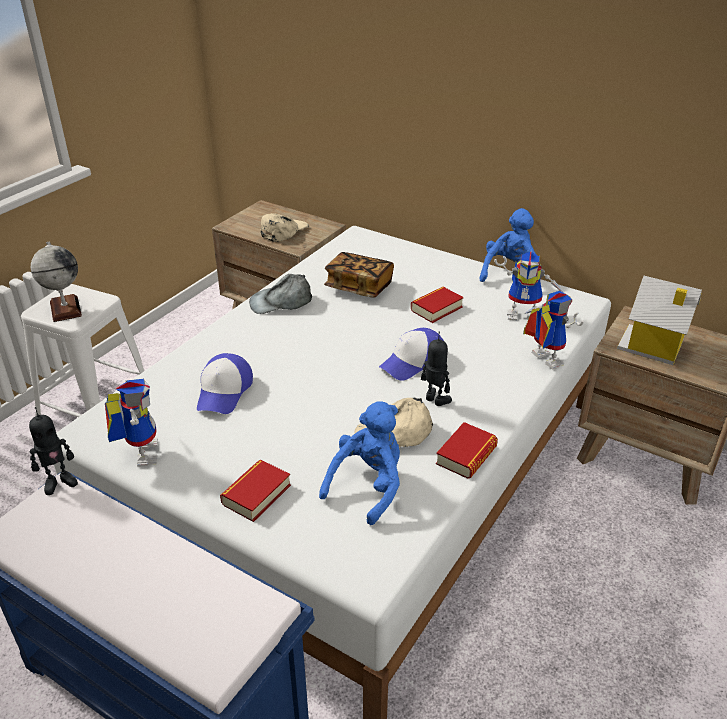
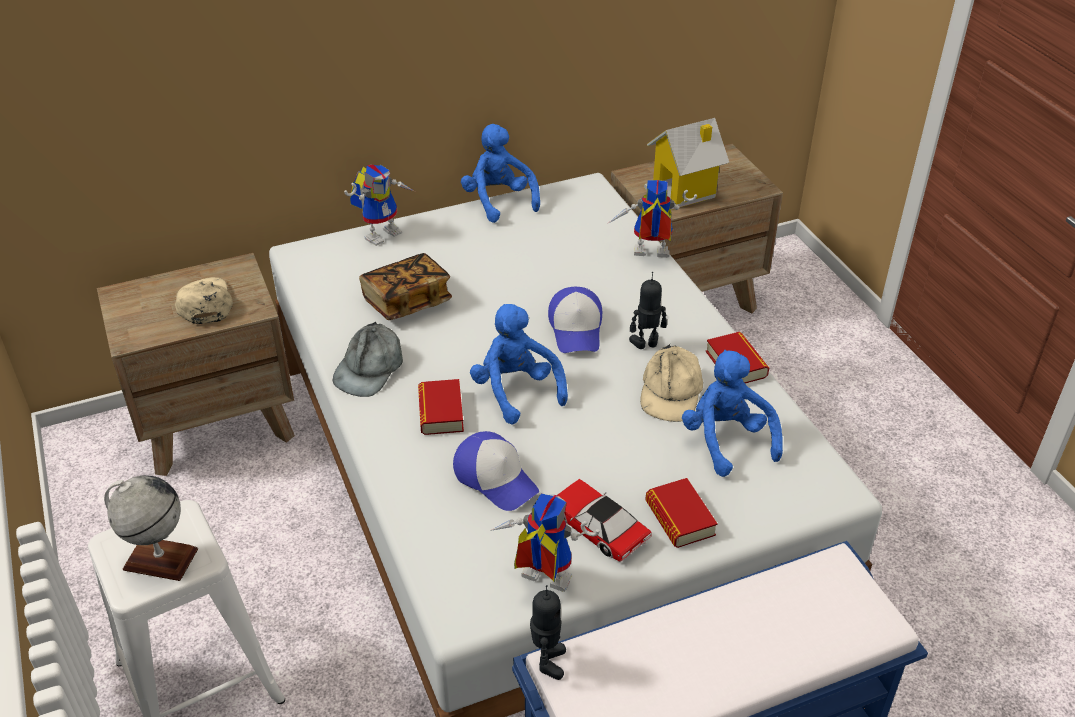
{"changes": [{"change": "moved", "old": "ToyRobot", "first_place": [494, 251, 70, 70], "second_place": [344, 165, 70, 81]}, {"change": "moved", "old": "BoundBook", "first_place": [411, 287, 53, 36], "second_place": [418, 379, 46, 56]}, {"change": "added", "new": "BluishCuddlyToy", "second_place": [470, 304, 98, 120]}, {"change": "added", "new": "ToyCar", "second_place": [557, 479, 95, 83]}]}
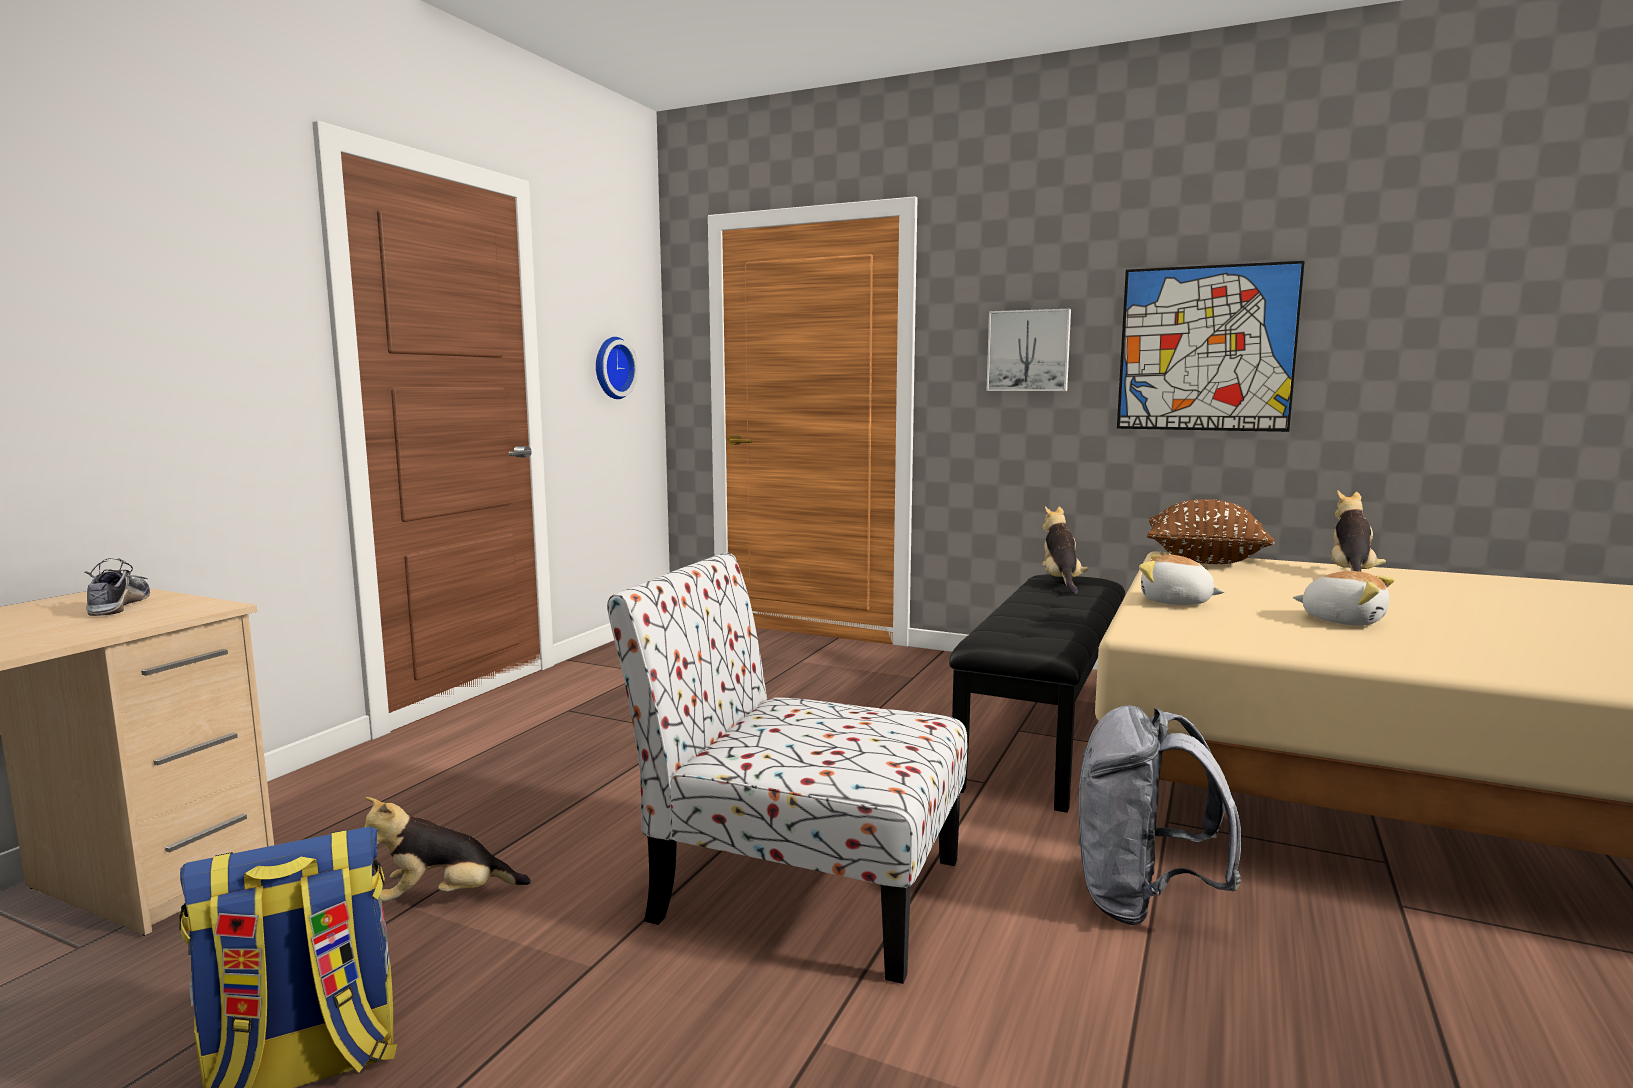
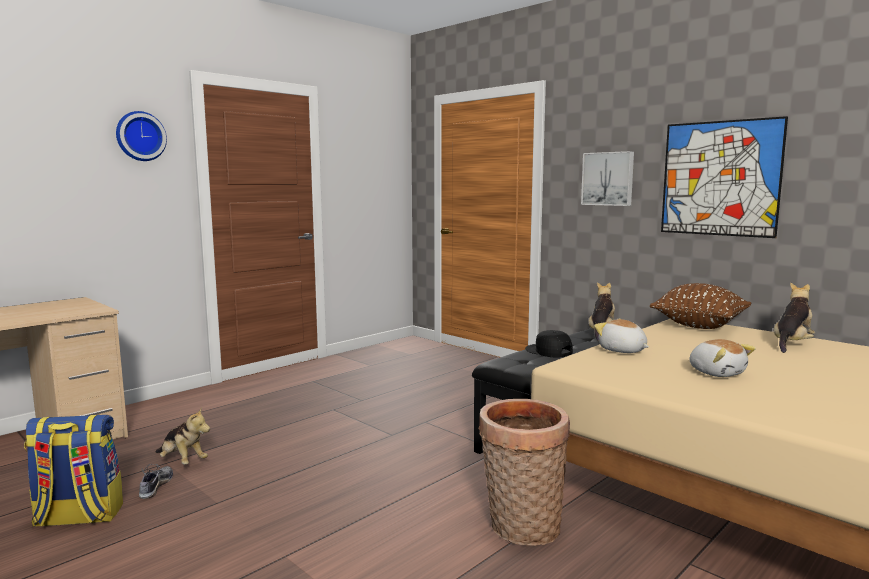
{"changes": [{"change": "moved", "old": "ClockOnTheWall", "first_place": [596, 337, 42, 62], "second_place": [116, 111, 51, 50]}, {"change": "moved", "old": "ItemOfFootwear", "first_place": [85, 558, 65, 58], "second_place": [139, 464, 34, 35]}, {"change": "turned", "old": "CuddlyToy", "first_place": [365, 797, 166, 105], "second_place": [155, 407, 55, 57], "degrees": -150}, {"change": "replaced", "old": "GreyRucksack", "new": "HouseholdBasket", "first_place": [1078, 705, 163, 220], "second_place": [479, 399, 91, 147]}, {"change": "added", "new": "BlackishPeakedCap", "second_place": [525, 330, 48, 28]}, {"change": "removed", "old": "PlainChair", "first_place": [607, 552, 361, 432]}]}
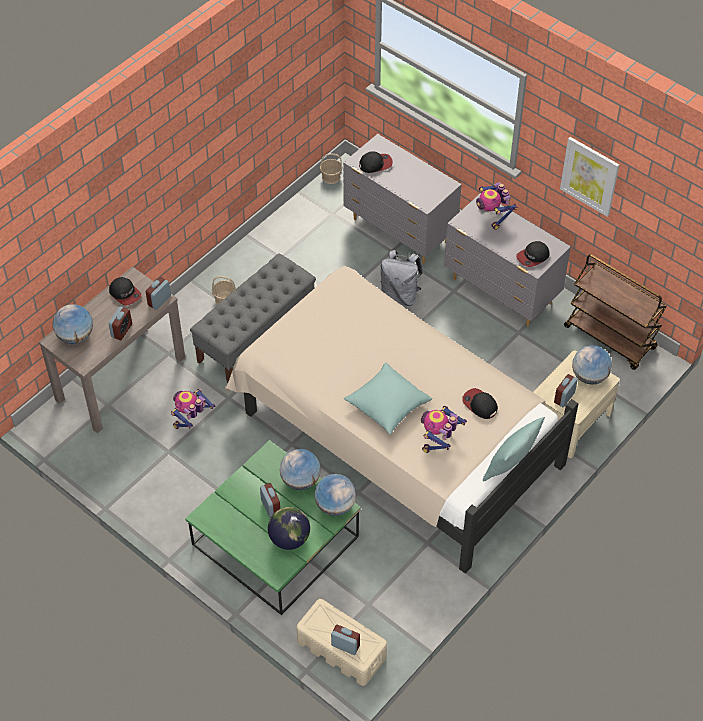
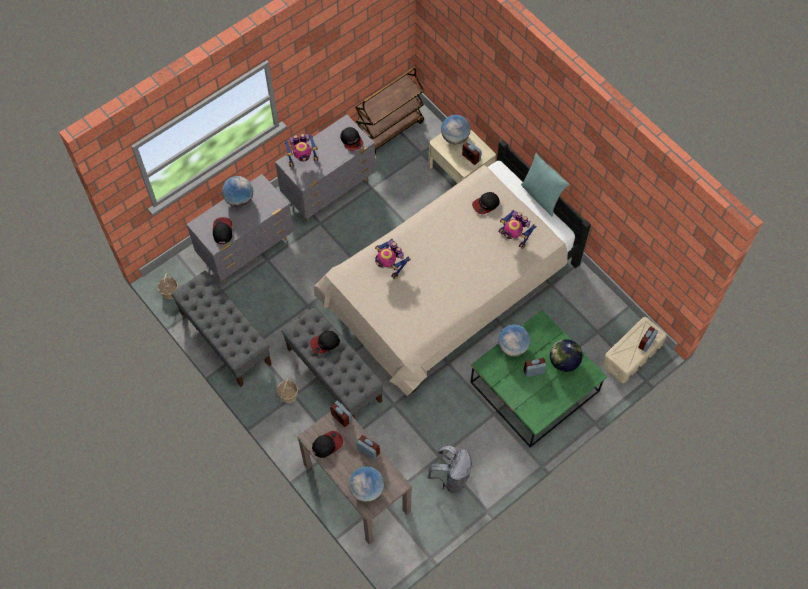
{"changes": [{"change": "added", "new": "GreyBench", "second_place": [171, 271, 101, 116]}, {"change": "moved", "old": "Globe", "first_place": [314, 474, 42, 42], "second_place": [222, 176, 31, 31]}, {"change": "added", "new": "PeakedCap", "second_place": [310, 331, 30, 23]}, {"change": "moved", "old": "ToyRobot", "first_place": [171, 389, 44, 40], "second_place": [375, 239, 36, 40]}, {"change": "moved", "old": "GreyRucksack", "first_place": [380, 250, 43, 56], "second_place": [427, 446, 45, 47]}, {"change": "removed", "old": "BlueGreenThrowPillow", "first_place": [344, 363, 88, 71]}, {"change": "removed", "old": "WallArt", "first_place": [560, 137, 59, 80]}]}
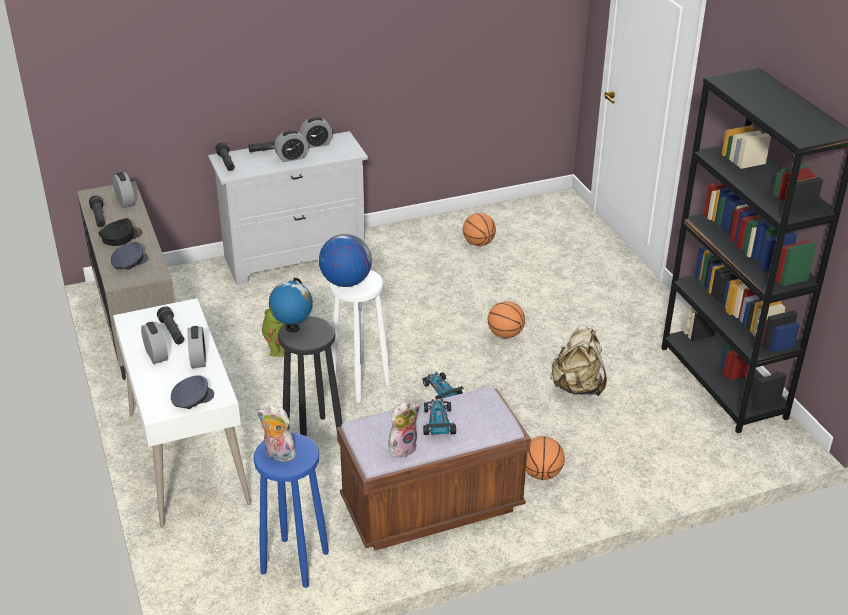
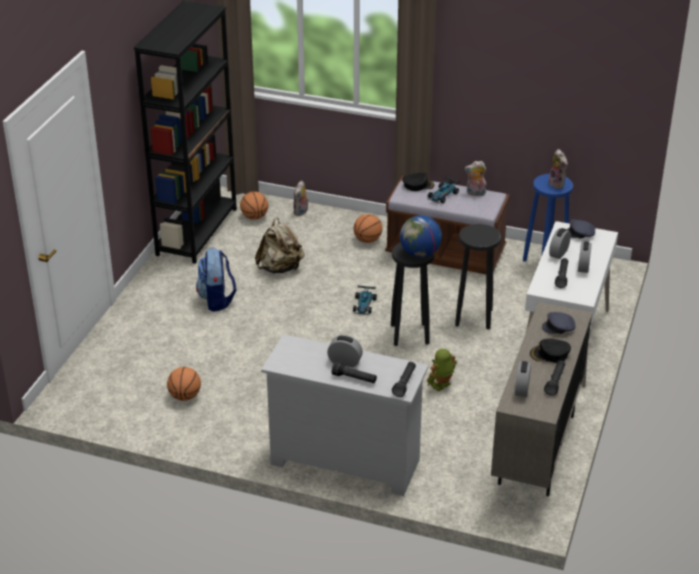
{"changes": [{"change": "added", "new": "Rucksack", "second_place": [196, 248, 40, 64]}, {"change": "moved", "old": "Basketball", "first_place": [488, 301, 37, 37], "second_place": [240, 191, 28, 29]}, {"change": "added", "new": "CuddlyToy", "second_place": [293, 180, 16, 36]}, {"change": "recoloured", "old": "WhiteColouredStoolSeat", "new": "BlackishStoolSeat", "first_place": [329, 270, 61, 133], "second_place": [391, 242, 44, 104]}, {"change": "added", "new": "BlackishPeakedCap", "second_place": [402, 173, 32, 18]}, {"change": "removed", "old": "Globe", "first_place": [269, 278, 44, 55]}, {"change": "removed", "old": "AlarmClock", "first_place": [299, 117, 34, 31]}]}
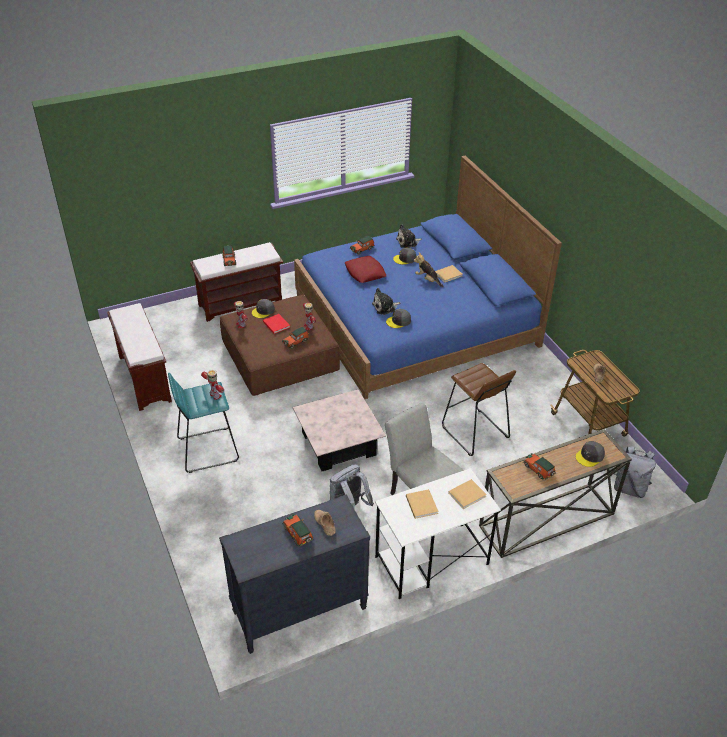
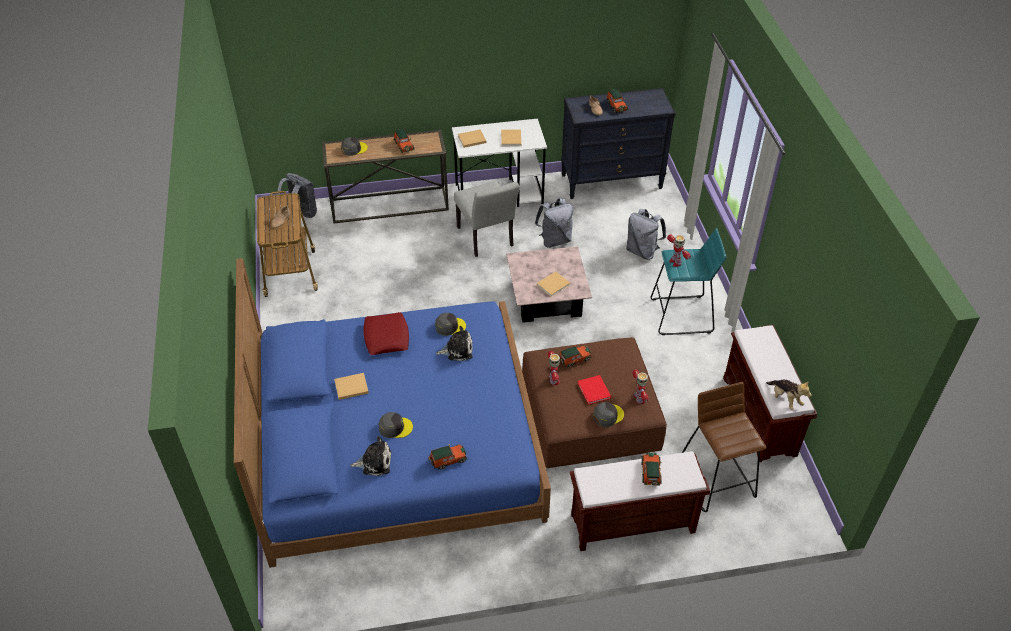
{"changes": [{"change": "moved", "old": "ReddishThrowPillow", "first_place": [345, 256, 42, 27], "second_place": [363, 312, 46, 43]}, {"change": "added", "new": "SandColouredBoundBook", "second_place": [537, 272, 33, 25]}, {"change": "added", "new": "GreyRucksack", "second_place": [626, 209, 40, 51]}, {"change": "moved", "old": "BrownColouredStoolSeat", "first_place": [442, 363, 74, 93], "second_place": [682, 382, 84, 130]}, {"change": "moved", "old": "CuddlyToy", "first_place": [414, 252, 30, 35], "second_place": [766, 380, 46, 30]}]}
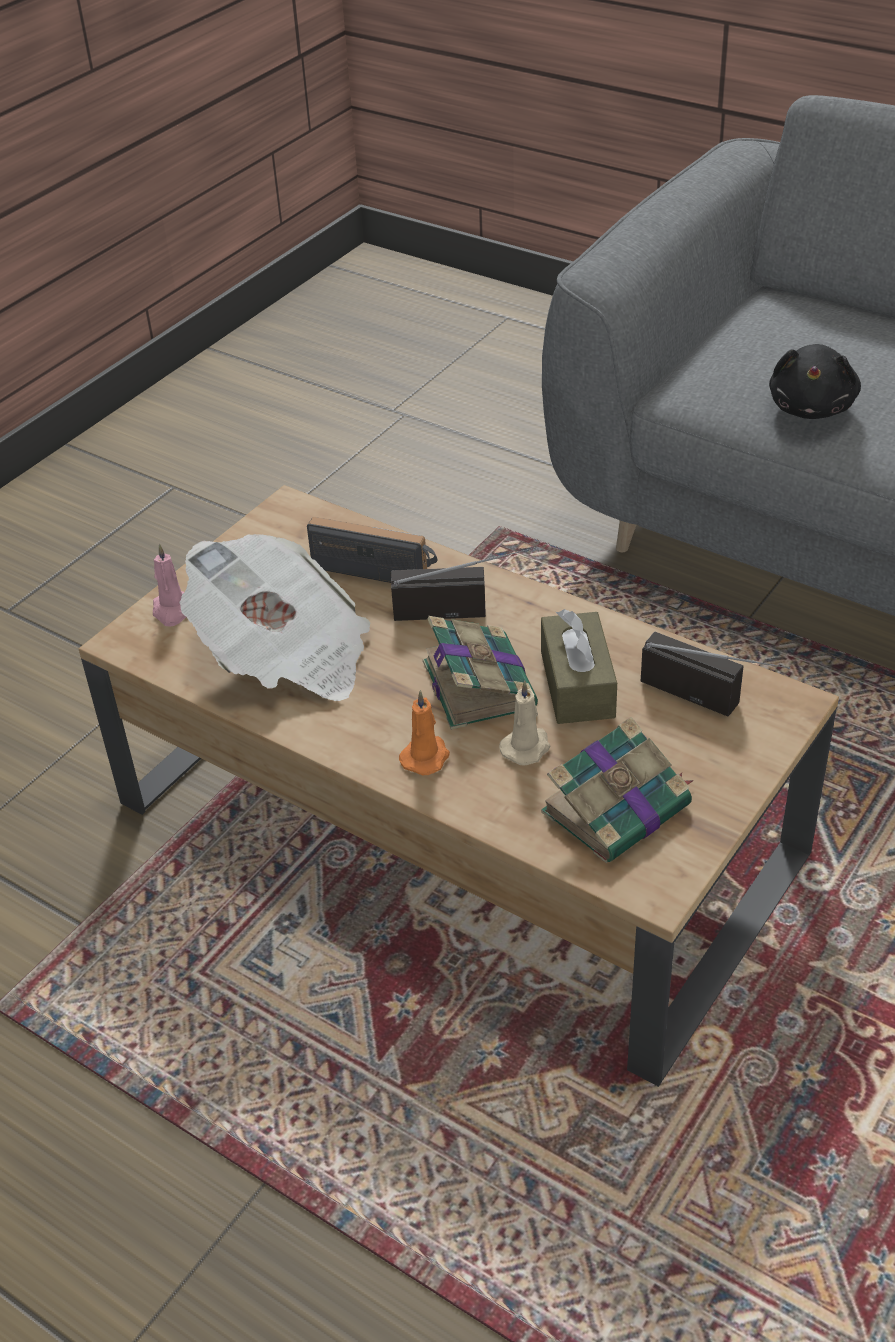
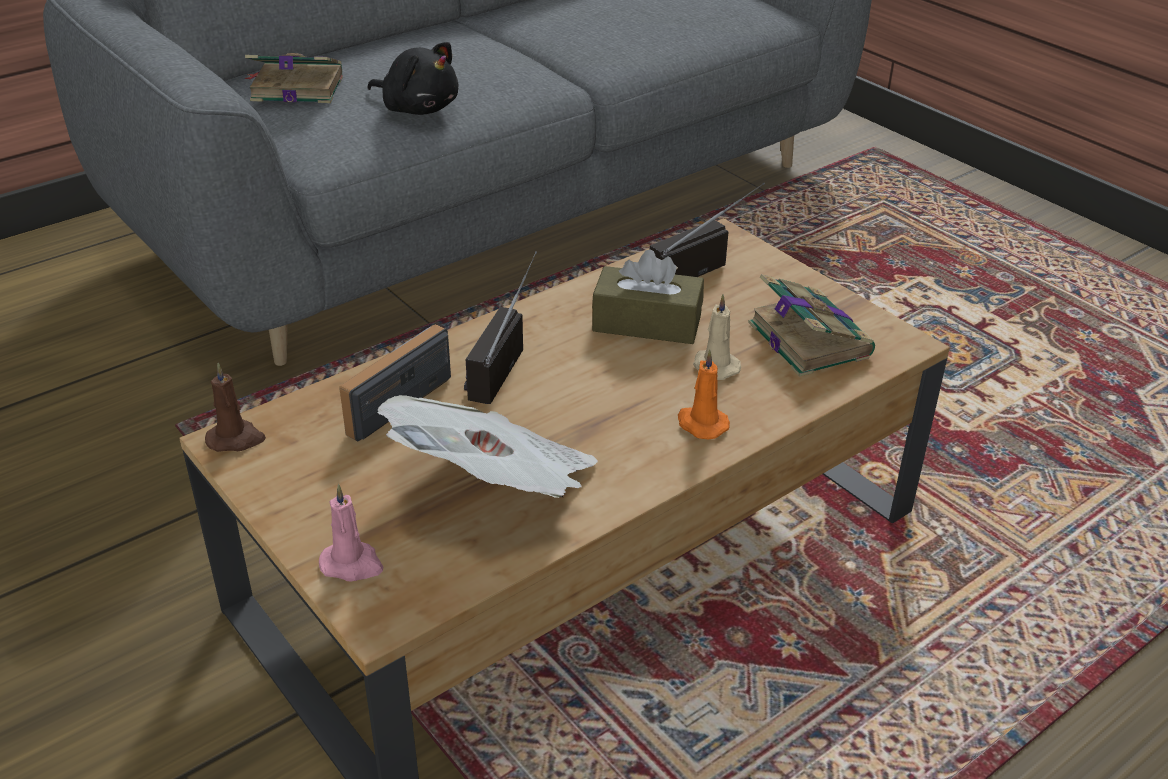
{"changes": [{"change": "added", "new": "BrownColouredWaxCandle", "second_place": [205, 363, 61, 89]}, {"change": "moved", "old": "BoundBook", "first_place": [423, 616, 115, 114], "second_place": [245, 53, 98, 50]}]}
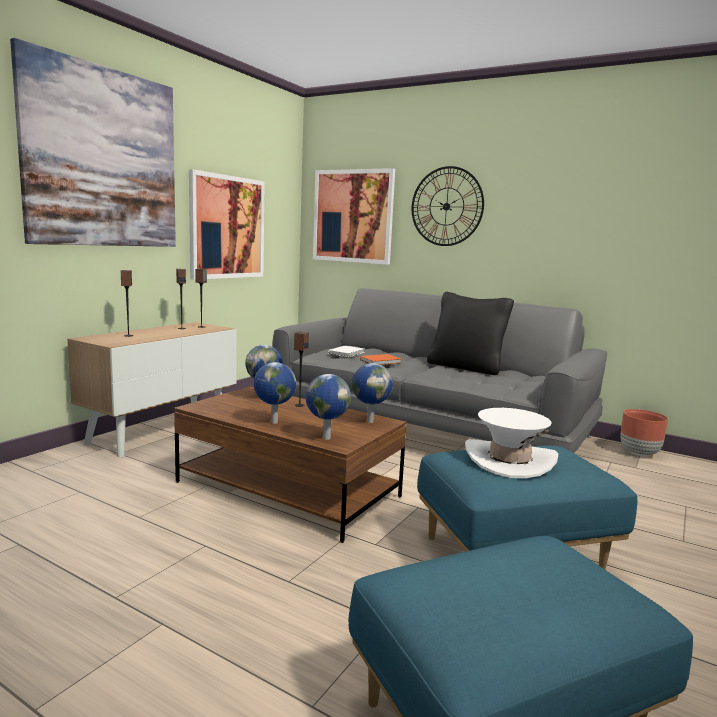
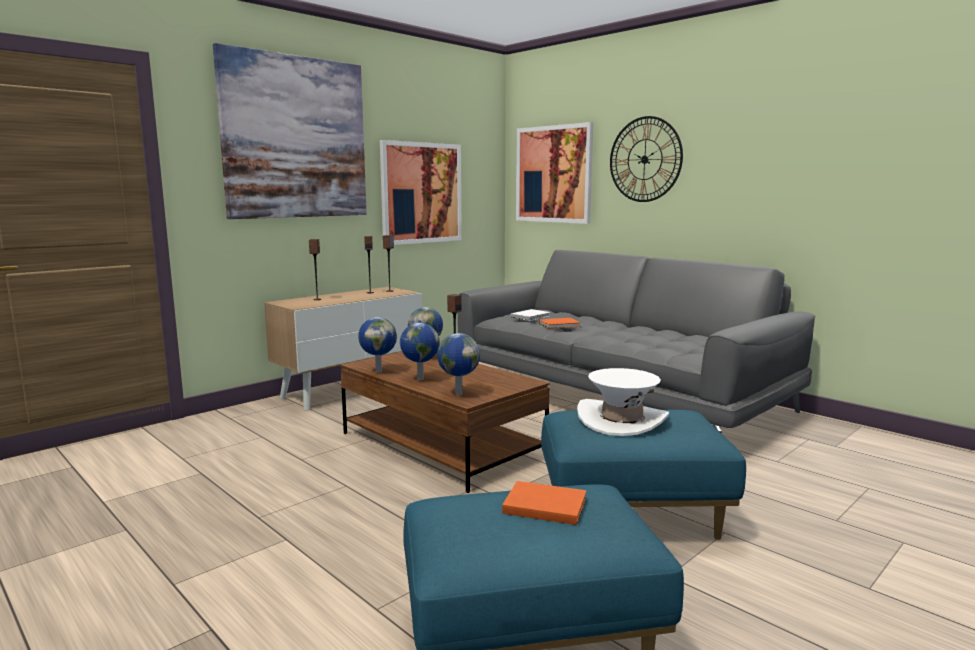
{"changes": [{"change": "moved", "old": "Globe", "first_place": [352, 363, 41, 60], "second_place": [358, 317, 39, 56]}, {"change": "added", "new": "OrangeBoundBook", "second_place": [502, 481, 85, 44]}, {"change": "removed", "old": "BlackishThrowPillow", "first_place": [427, 292, 87, 83]}, {"change": "removed", "old": "BrownColouredFlowerPot", "first_place": [620, 409, 48, 47]}]}
